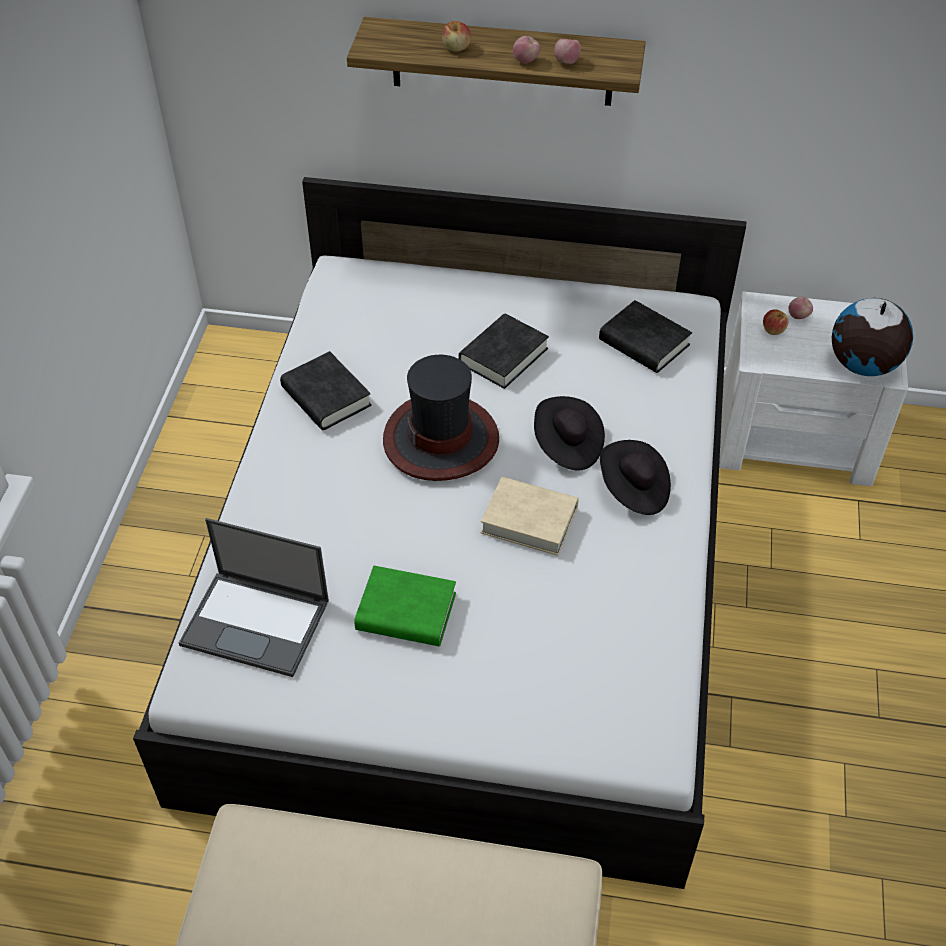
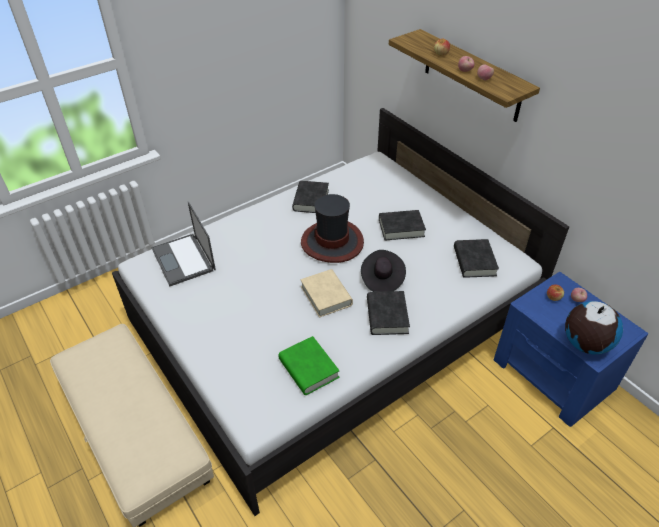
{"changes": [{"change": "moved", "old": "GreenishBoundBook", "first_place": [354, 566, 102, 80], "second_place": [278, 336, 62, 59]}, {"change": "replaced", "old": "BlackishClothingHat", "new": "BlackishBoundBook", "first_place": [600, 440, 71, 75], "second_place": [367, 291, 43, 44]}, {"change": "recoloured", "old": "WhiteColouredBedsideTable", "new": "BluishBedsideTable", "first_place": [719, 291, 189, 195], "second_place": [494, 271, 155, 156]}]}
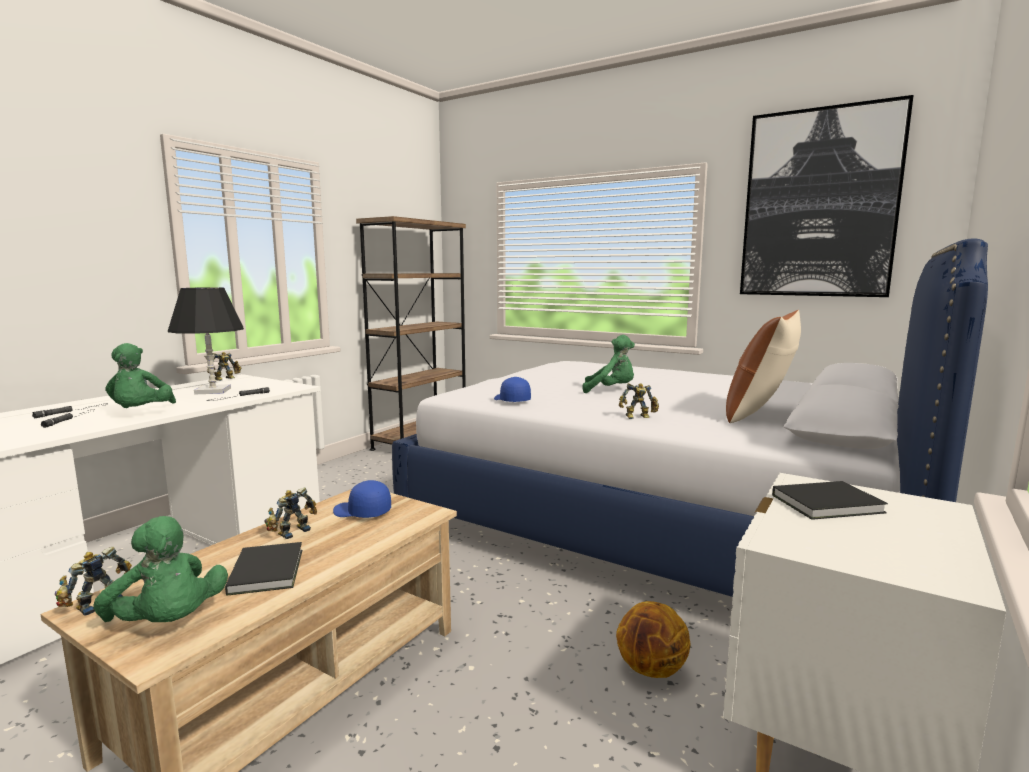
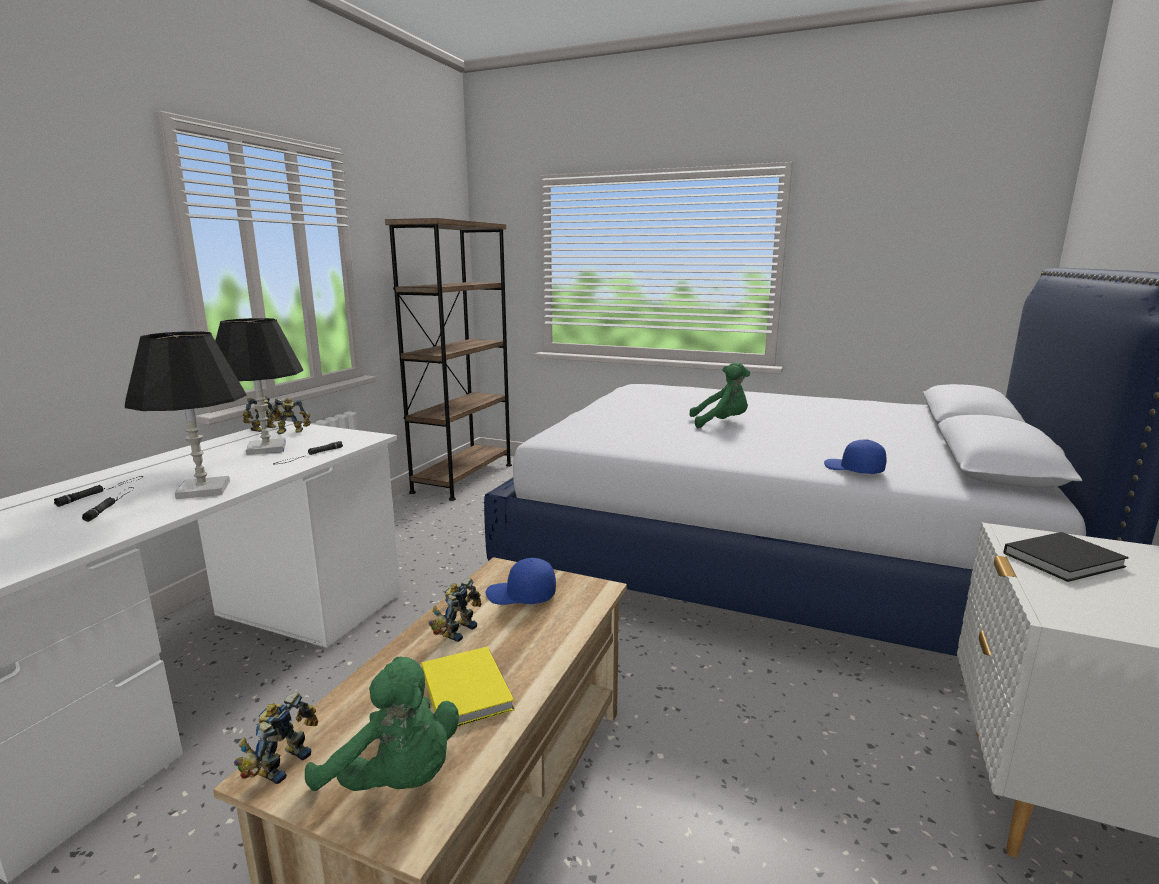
{"changes": [{"change": "replaced", "old": "GreenishCuddlyToy", "new": "BlackishLampForATable", "first_place": [105, 343, 71, 65], "second_place": [125, 331, 121, 168]}, {"change": "moved", "old": "ToyRobot", "first_place": [619, 383, 40, 36], "second_place": [268, 398, 43, 36]}, {"change": "recoloured", "old": "BlackishBoundBook", "new": "YellowishBoundBook", "first_place": [225, 542, 77, 54], "second_place": [421, 646, 94, 81]}, {"change": "moved", "old": "BluishPeakedCap", "first_place": [494, 377, 37, 25], "second_place": [824, 439, 62, 35]}, {"change": "removed", "old": "Basketball", "first_place": [616, 601, 74, 77]}, {"change": "removed", "old": "BrownColouredThrowPillow", "first_place": [726, 310, 75, 113]}, {"change": "removed", "old": "WallArt", "first_place": [740, 95, 174, 202]}]}
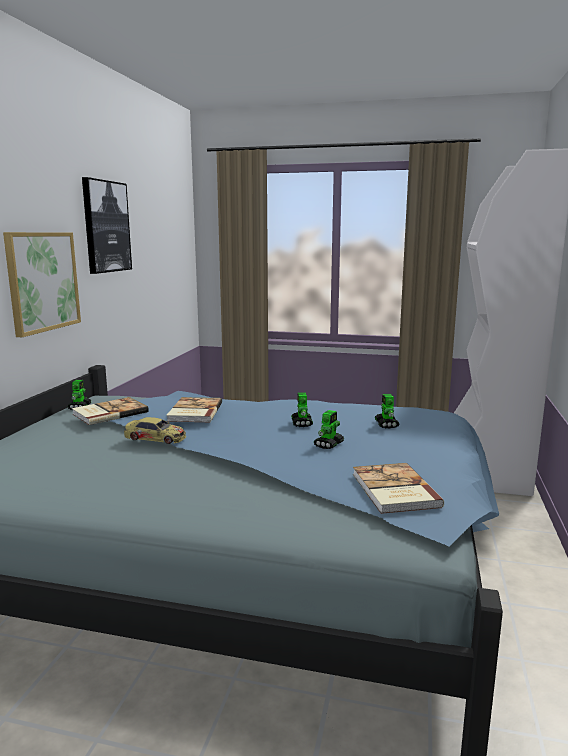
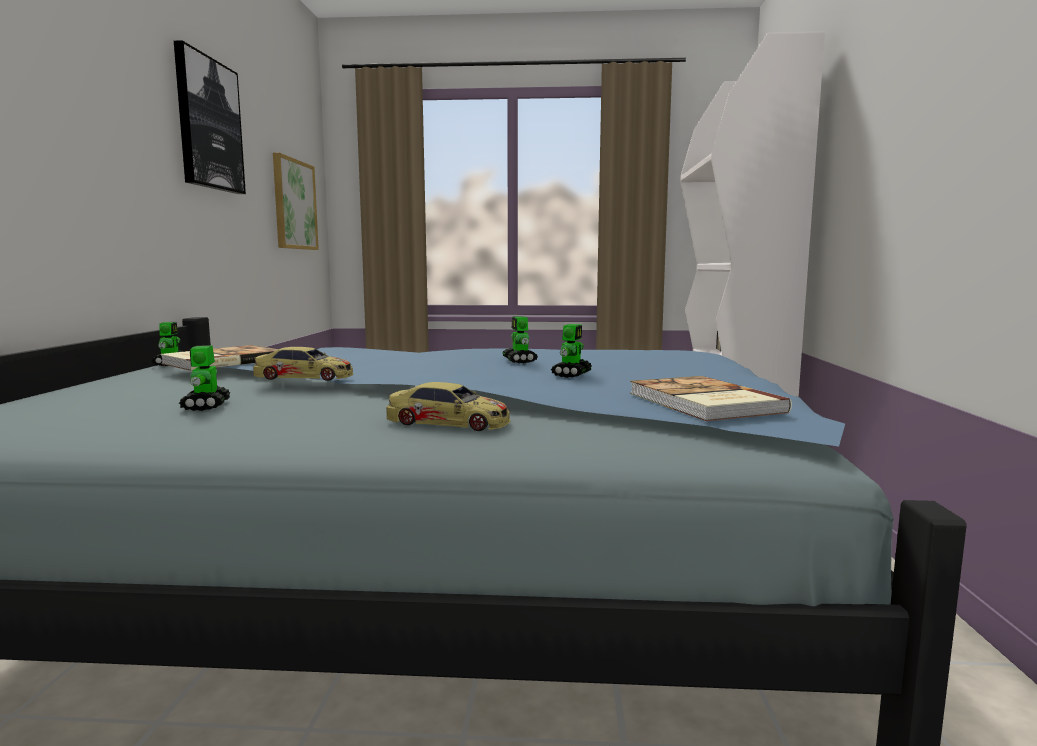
{"changes": [{"change": "moved", "old": "ToyRobot", "first_place": [375, 394, 25, 35], "second_place": [179, 345, 52, 66]}, {"change": "moved", "old": "WallArt", "first_place": [3, 232, 78, 105], "second_place": [273, 153, 46, 97]}, {"change": "added", "new": "ToyCar", "second_place": [386, 382, 125, 49]}, {"change": "removed", "old": "BoundBook", "first_place": [166, 397, 56, 25]}]}
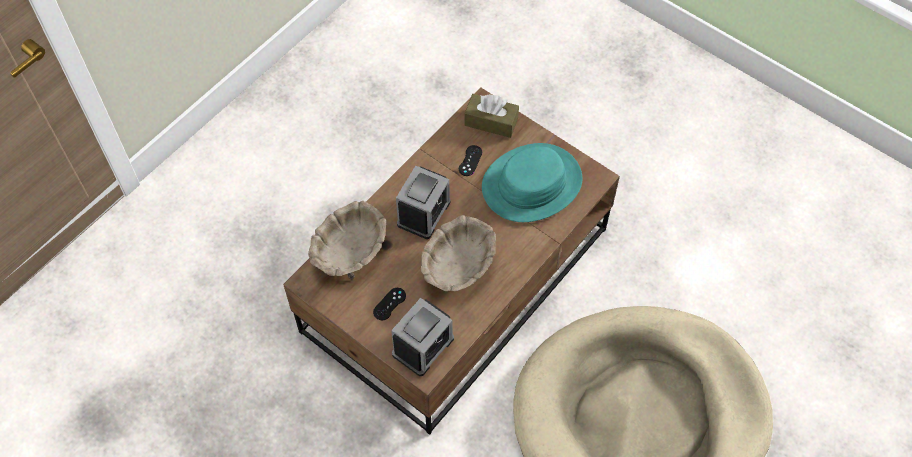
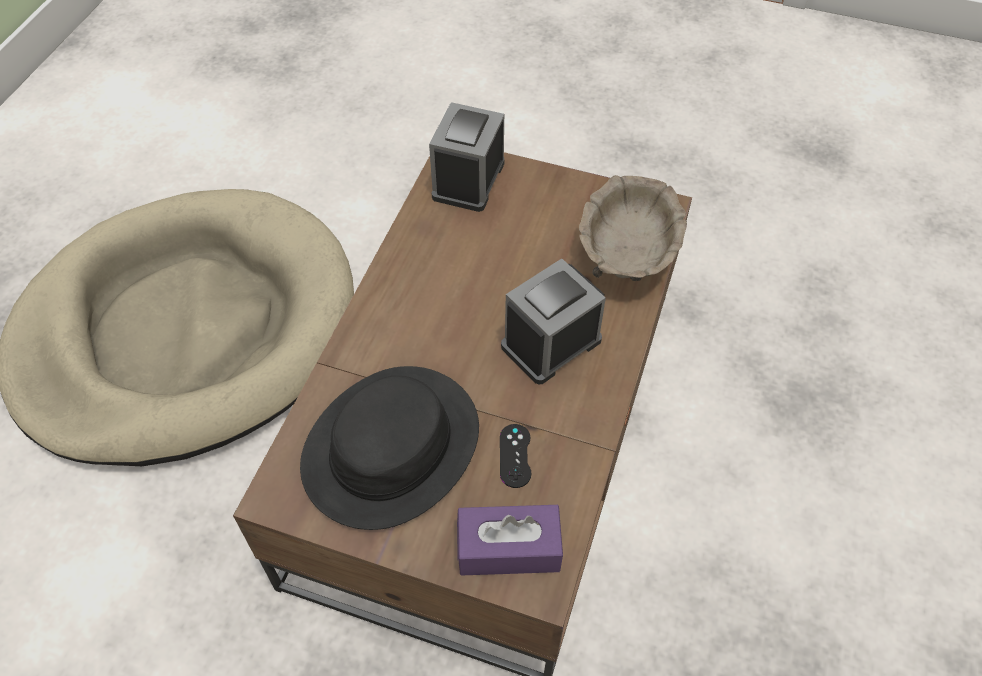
{"changes": [{"change": "recoloured", "old": "BlueGreenClothingHat", "new": "BlackishClothingHat", "first_place": [482, 143, 100, 79], "second_place": [300, 366, 179, 164]}, {"change": "recoloured", "old": "BrownColouredTissueBox", "new": "PurplishTissueBox", "first_place": [465, 94, 54, 44], "second_place": [457, 505, 106, 71]}, {"change": "turned", "old": "AlarmClock", "first_place": [396, 166, 54, 73], "second_place": [501, 258, 105, 127], "degrees": 45}, {"change": "removed", "old": "BlackishJoypad", "first_place": [373, 288, 33, 32]}, {"change": "removed", "old": "SandColouredDeepDish", "first_place": [421, 215, 75, 76]}]}
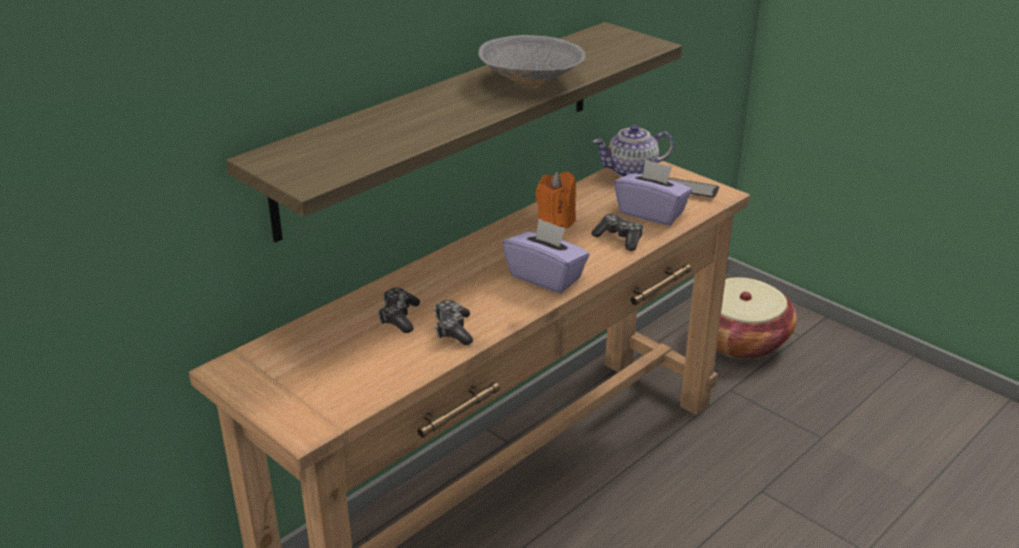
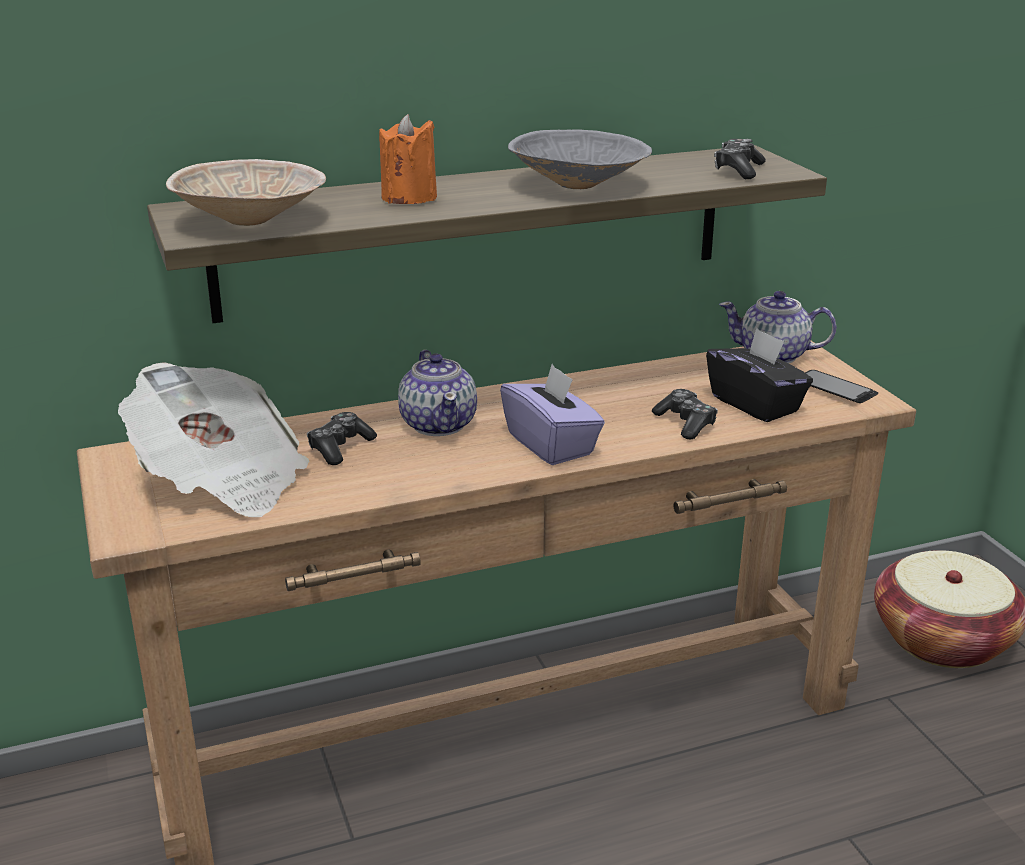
{"changes": [{"change": "added", "new": "Newspaper", "second_place": [118, 363, 192, 154]}, {"change": "added", "new": "SandColouredDeepDish", "second_place": [166, 159, 160, 67]}, {"change": "moved", "old": "OrangeWaxCandle", "first_place": [535, 172, 41, 56], "second_place": [379, 114, 58, 90]}, {"change": "added", "new": "TeaPot", "second_place": [398, 350, 79, 86]}, {"change": "recoloured", "old": "PurplishTissueBox", "new": "BlackishTissueBox", "first_place": [614, 159, 78, 67], "second_place": [706, 328, 107, 94]}, {"change": "moved", "old": "Joypad", "first_place": [434, 300, 39, 45], "second_place": [714, 139, 52, 40]}]}
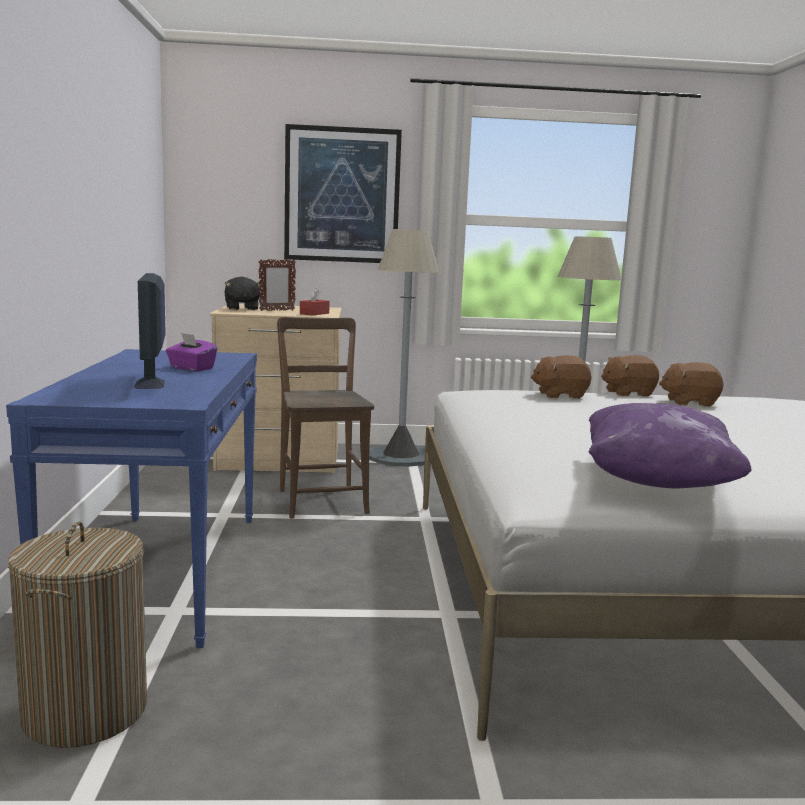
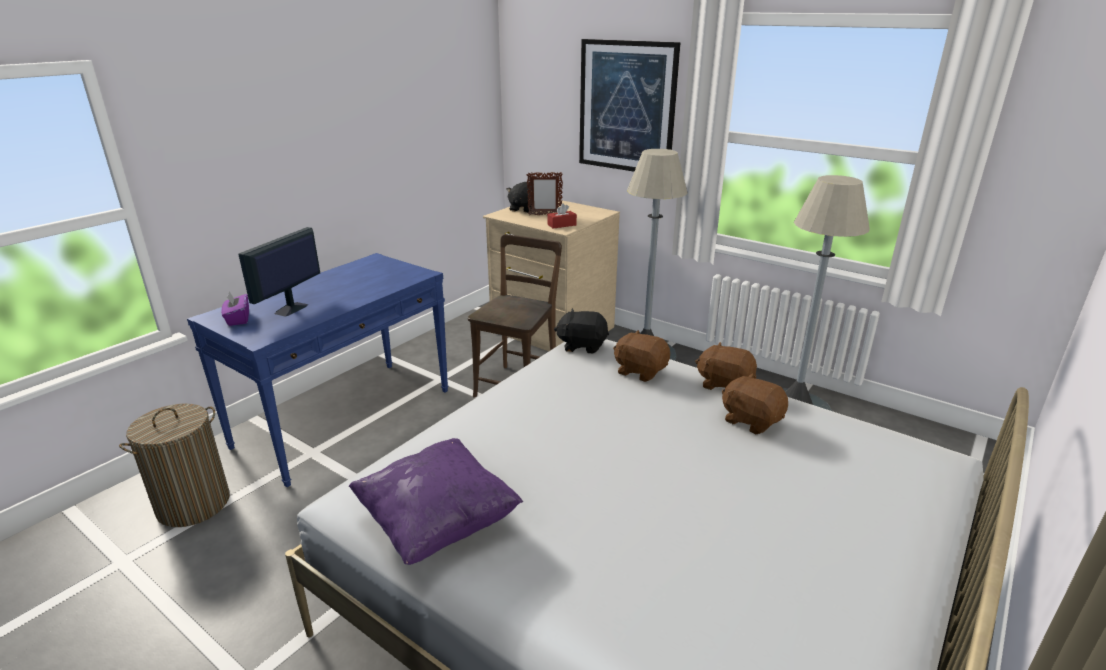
{"changes": [{"change": "moved", "old": "PurplishTissueBox", "first_place": [166, 333, 51, 38], "second_place": [221, 291, 28, 35]}, {"change": "added", "new": "BlackishCuddlyToy", "second_place": [554, 309, 55, 44]}]}
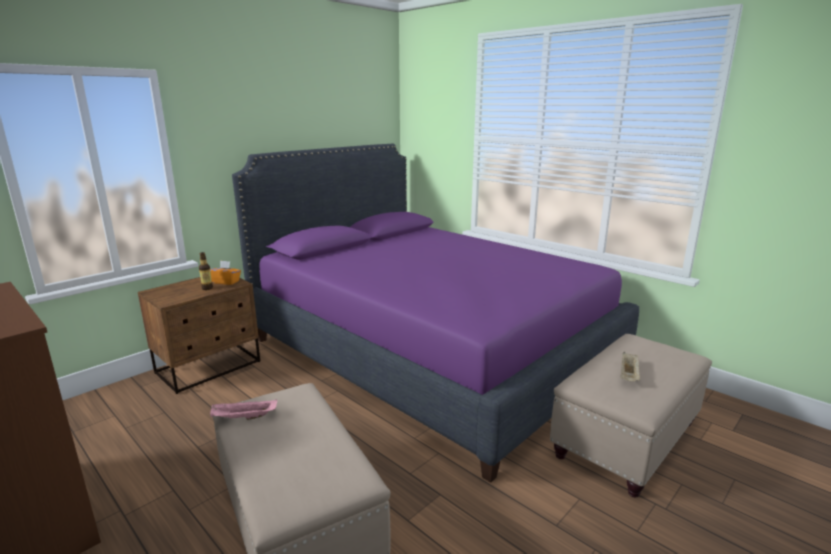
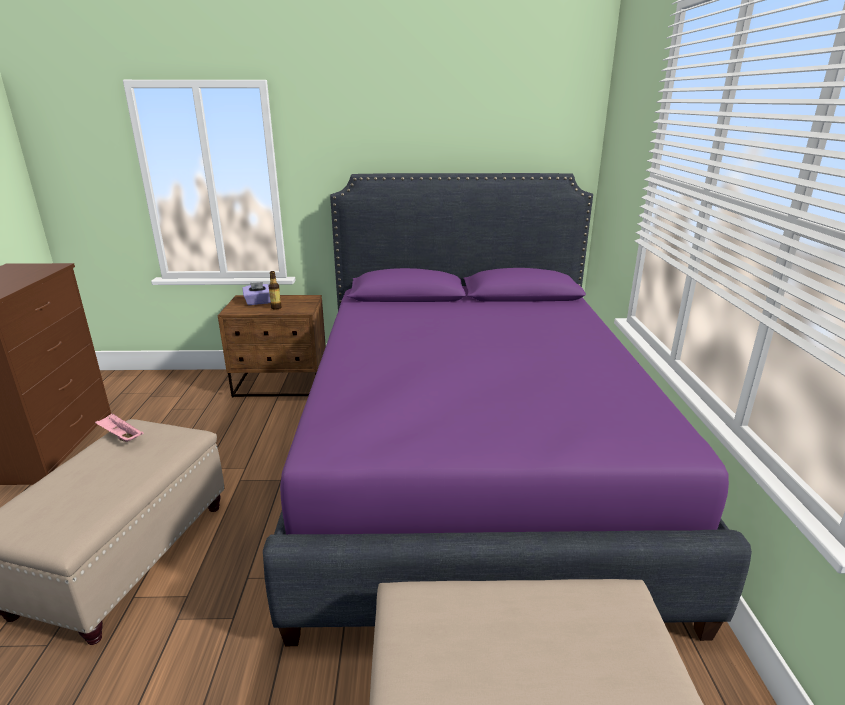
{"changes": [{"change": "added", "new": "PurplishTissueBox", "second_place": [242, 282, 29, 23]}, {"change": "removed", "old": "OrangeTissueBox", "first_place": [210, 260, 31, 25]}, {"change": "removed", "old": "SandColouredCarryingTray", "first_place": [620, 352, 20, 29]}]}
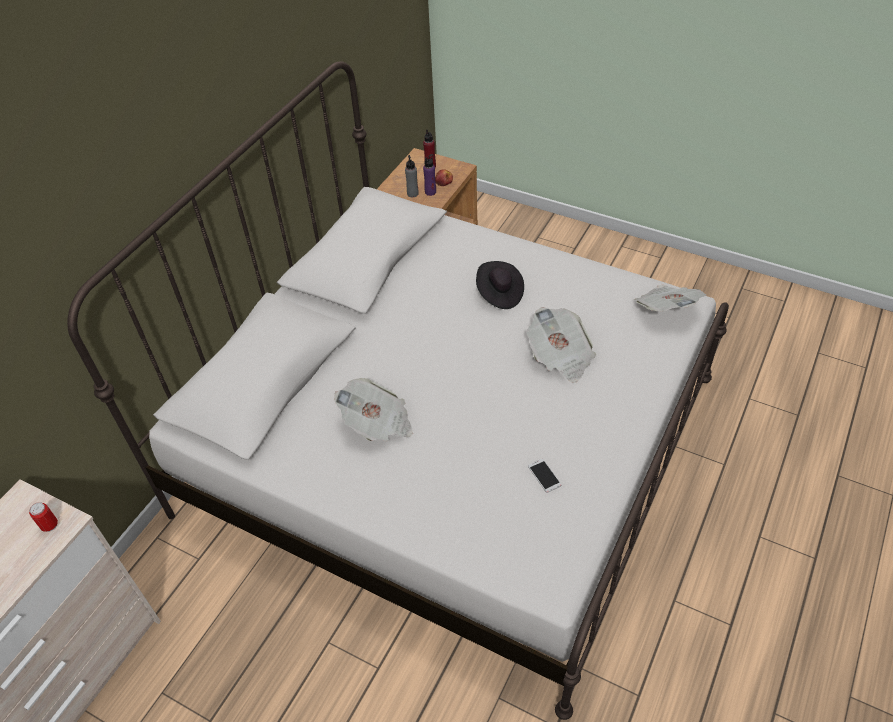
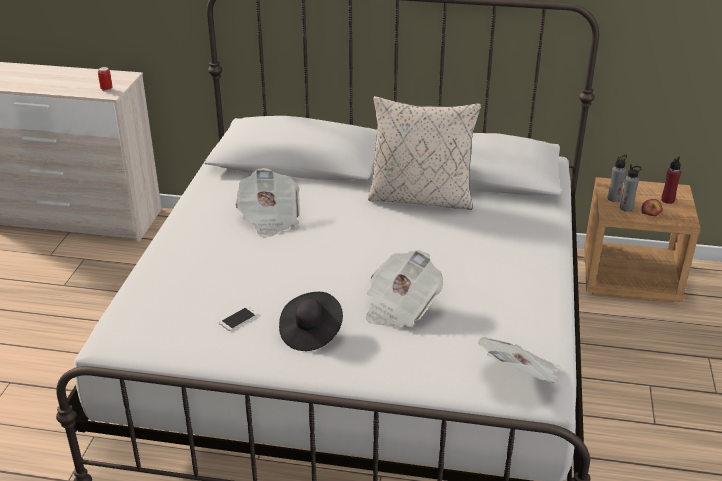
{"changes": [{"change": "moved", "old": "BlackishClothingHat", "first_place": [476, 261, 48, 48], "second_place": [279, 292, 64, 59]}, {"change": "added", "new": "SandColouredThrowPillow", "second_place": [368, 96, 113, 114]}, {"change": "recoloured", "old": "PurplishBottle", "new": "GreyBottle", "first_place": [423, 154, 13, 42], "second_place": [620, 164, 22, 48]}]}
